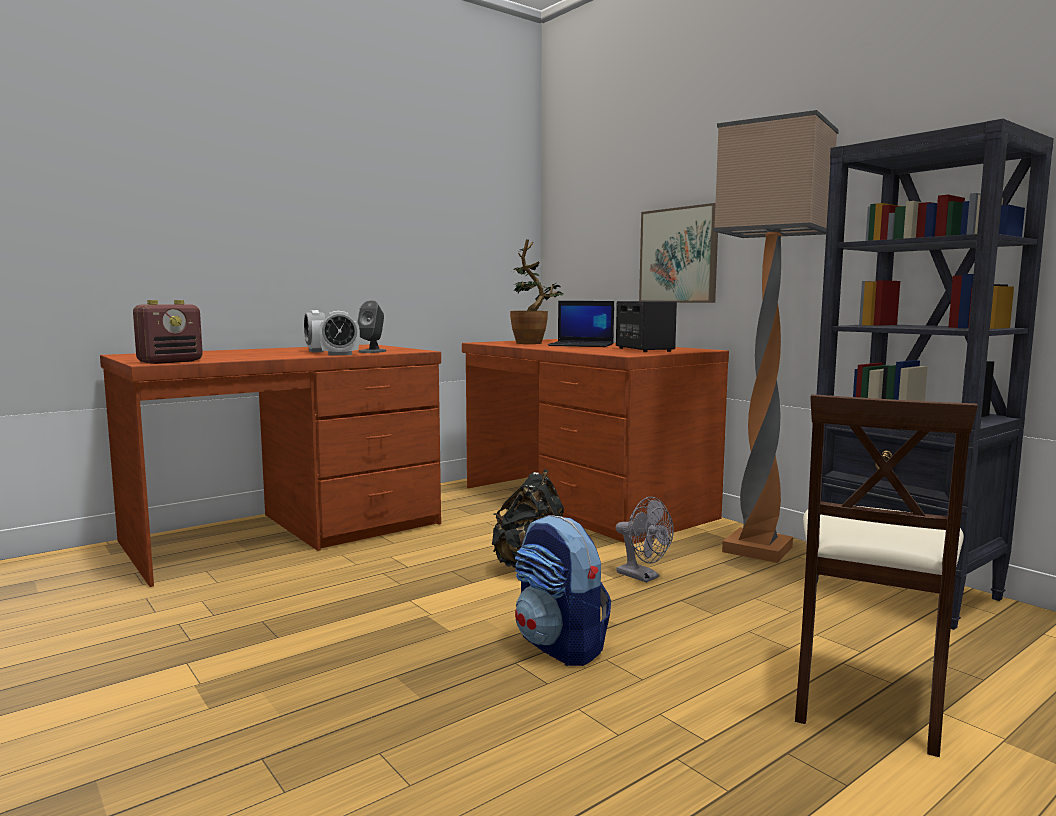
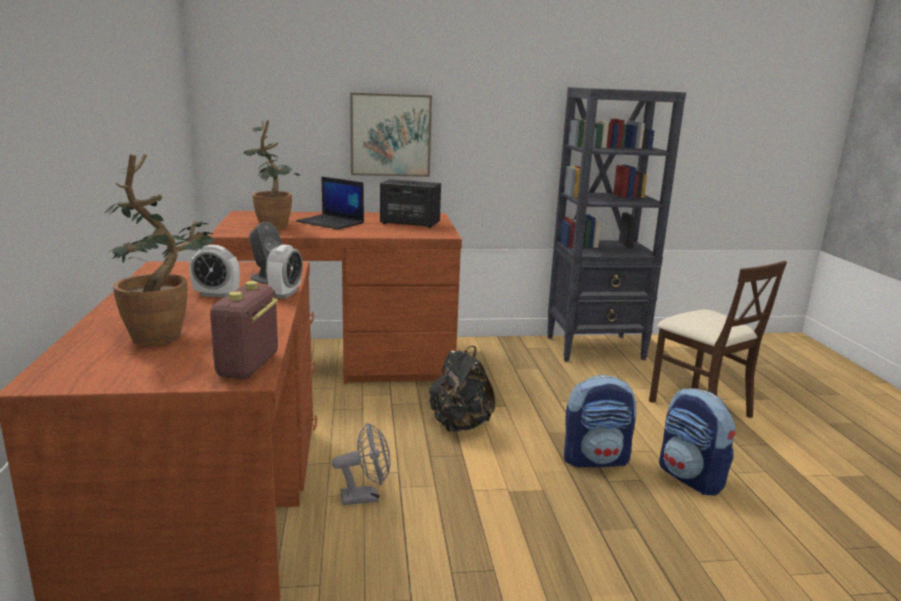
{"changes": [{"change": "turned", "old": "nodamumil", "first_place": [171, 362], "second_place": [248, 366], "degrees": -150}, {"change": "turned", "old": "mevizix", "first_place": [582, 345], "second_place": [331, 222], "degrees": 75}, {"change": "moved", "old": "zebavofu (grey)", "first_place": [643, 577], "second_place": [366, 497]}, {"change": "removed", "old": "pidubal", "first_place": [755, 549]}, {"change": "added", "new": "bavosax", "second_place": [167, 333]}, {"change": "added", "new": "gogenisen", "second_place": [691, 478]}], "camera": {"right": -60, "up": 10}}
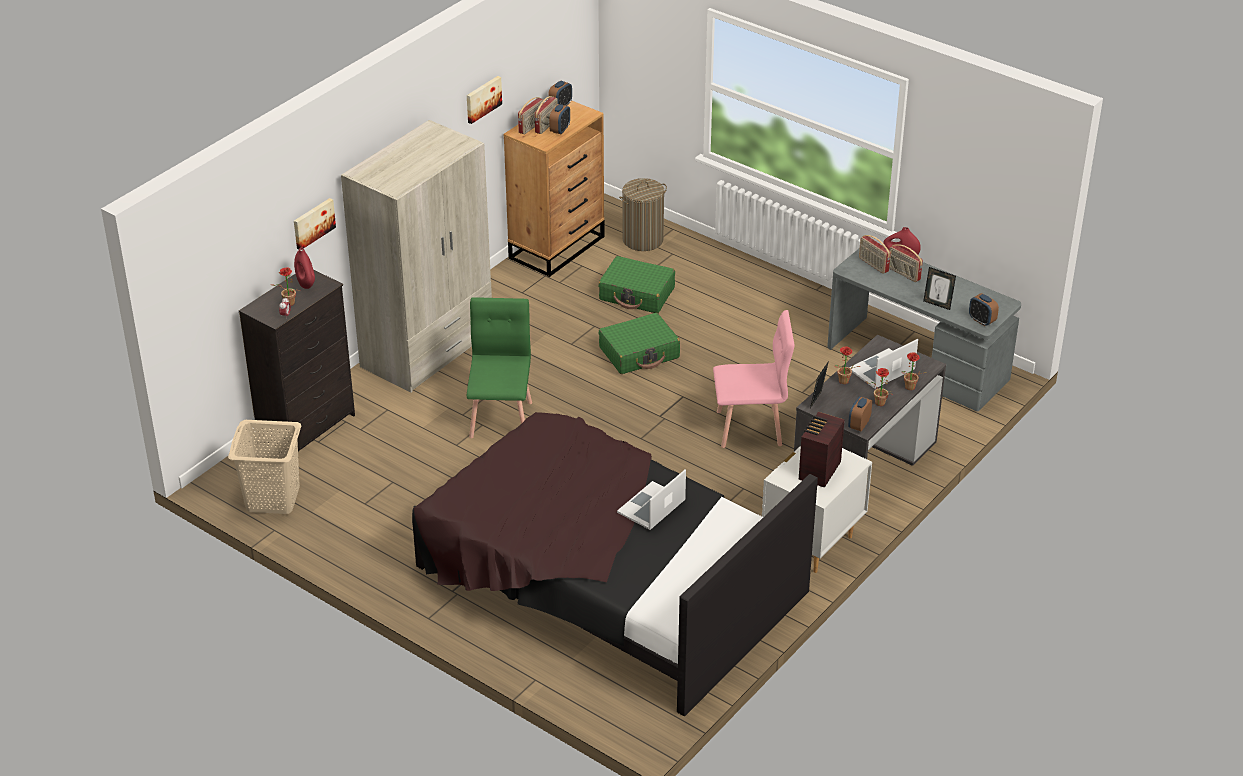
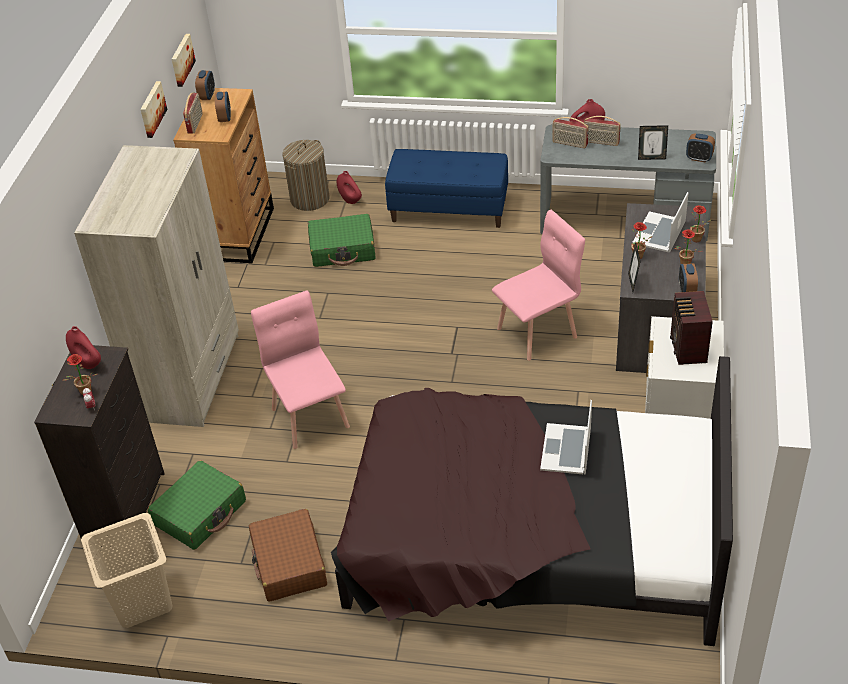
{"changes": [{"change": "moved", "old": "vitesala", "first_place": [313, 223], "second_place": [181, 60]}, {"change": "recoloured", "old": "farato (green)", "new": "farato (pink)", "first_place": [501, 419], "second_place": [310, 417]}, {"change": "removed", "old": "nodamumil", "first_place": [546, 126]}, {"change": "moved", "old": "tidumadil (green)", "first_place": [639, 353], "second_place": [200, 513]}, {"change": "added", "new": "tidumadil (brown)", "second_place": [289, 563]}, {"change": "added", "new": "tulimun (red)", "second_place": [350, 200]}, {"change": "added", "new": "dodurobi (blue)", "second_place": [449, 209]}], "camera": {"right": -25, "up": 5}}
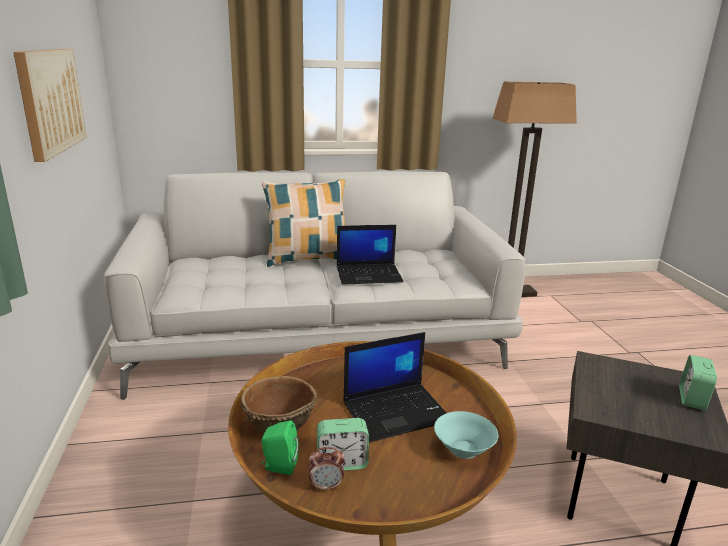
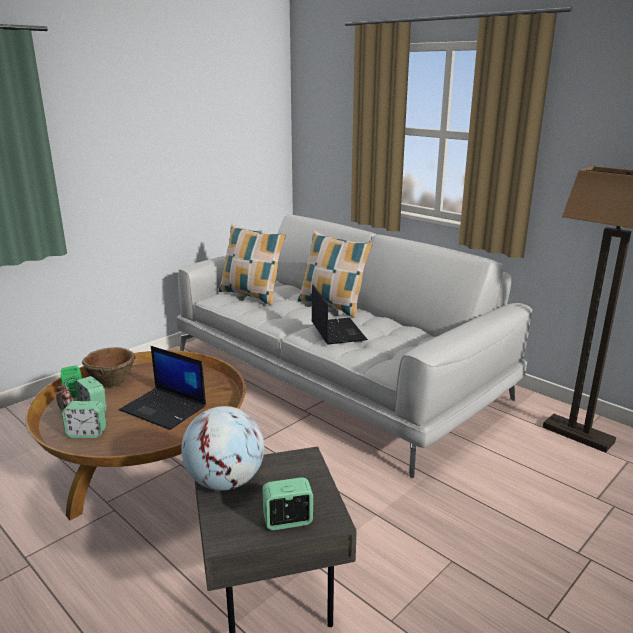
{"changes": [{"change": "removed", "old": "vitesala", "first_place": [50, 100]}, {"change": "turned", "old": "mevizix", "first_place": [369, 274], "second_place": [337, 331], "degrees": -150}, {"change": "removed", "old": "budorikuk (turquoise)", "first_place": [464, 449]}, {"change": "added", "new": "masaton", "second_place": [87, 433]}, {"change": "added", "new": "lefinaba", "second_place": [225, 481]}, {"change": "added", "new": "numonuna", "second_place": [252, 295]}], "camera": {"right": 55, "up": 0}}
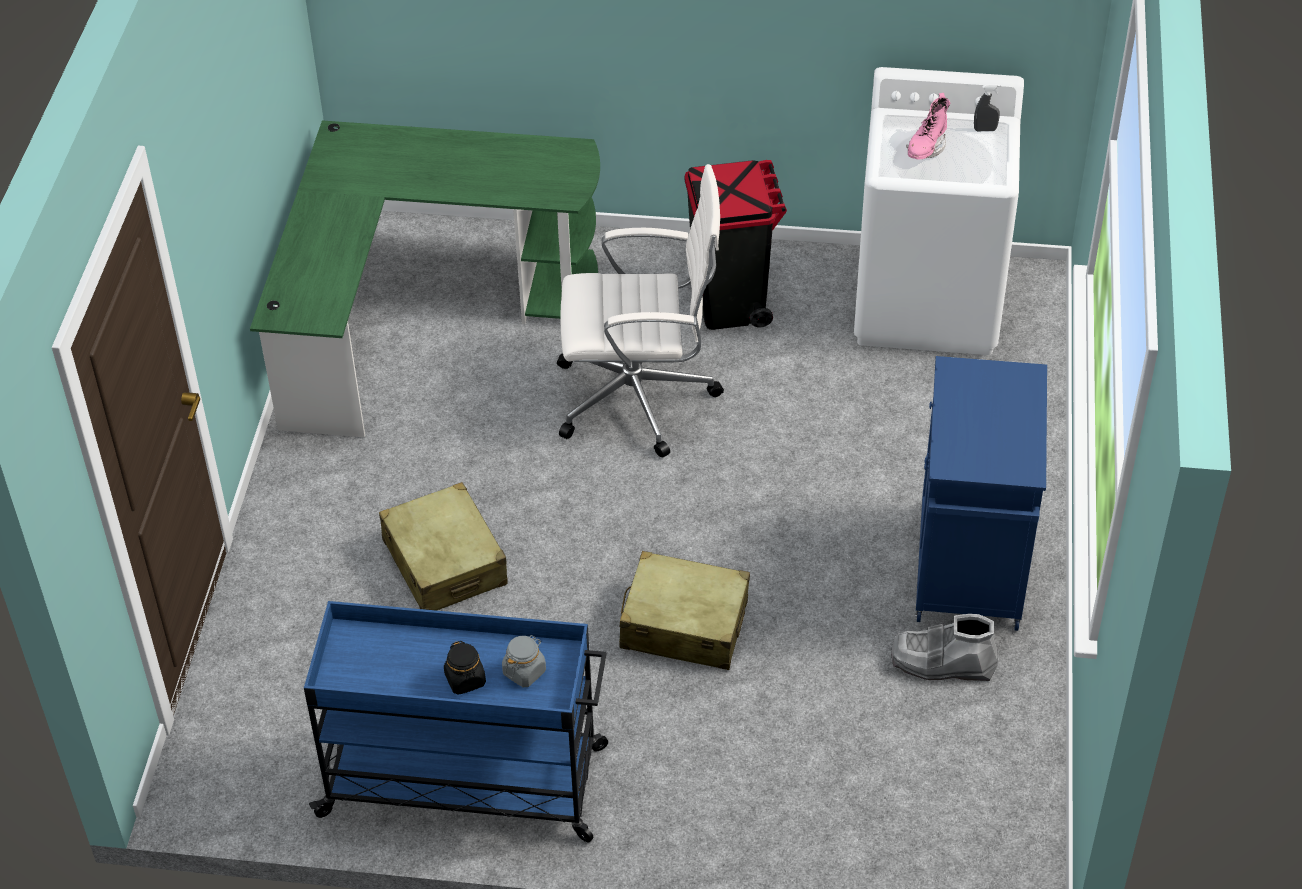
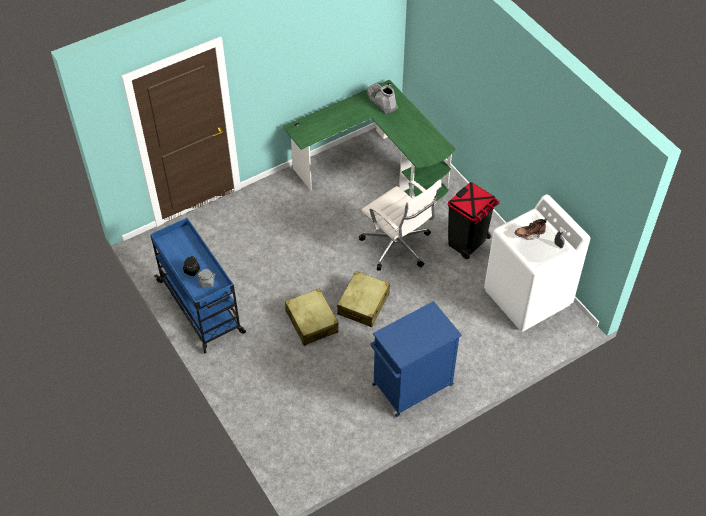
{"changes": [{"change": "moved", "old": "tidumadil (beige)", "first_place": [445, 562], "second_place": [363, 304]}, {"change": "moved", "old": "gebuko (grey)", "first_place": [942, 663], "second_place": [381, 101]}, {"change": "recoloured", "old": "gebuko (pink)", "new": "gebuko (brown)", "first_place": [926, 148], "second_place": [529, 234]}], "camera": {"right": 50, "up": 5}}
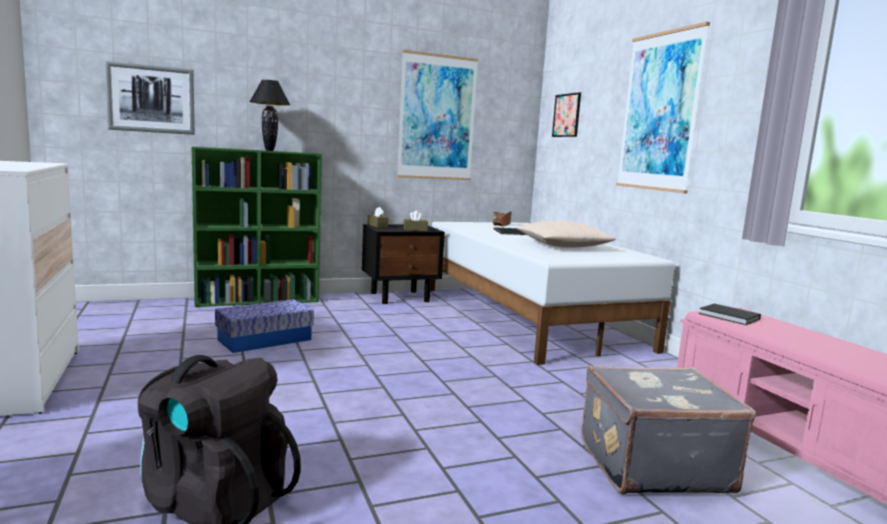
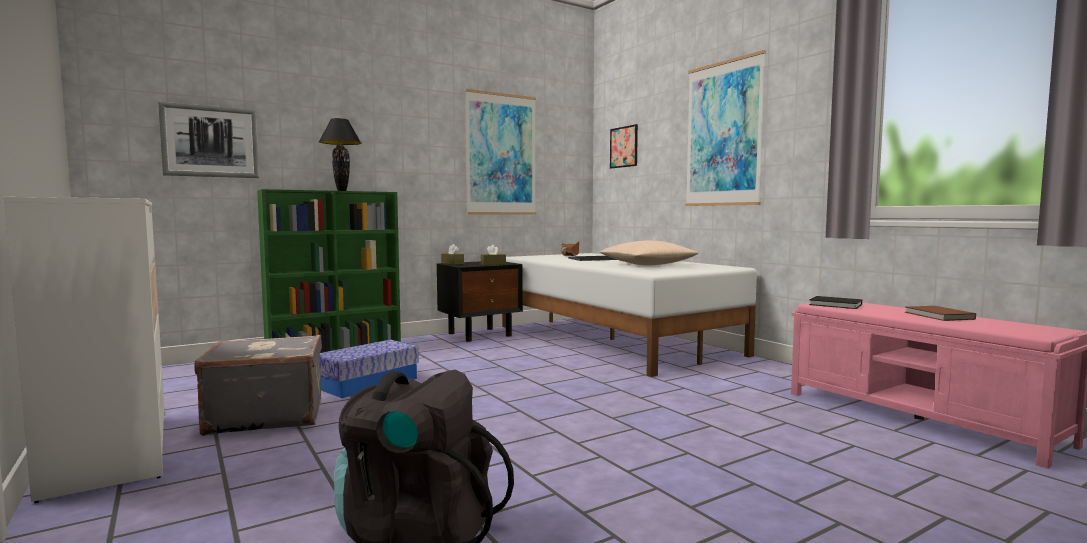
{"changes": [{"change": "moved", "old": "tidumadil (grey)", "first_place": [651, 464], "second_place": [266, 416]}, {"change": "added", "new": "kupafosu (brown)", "second_place": [939, 316]}], "camera": {"right": -10, "up": -5}}
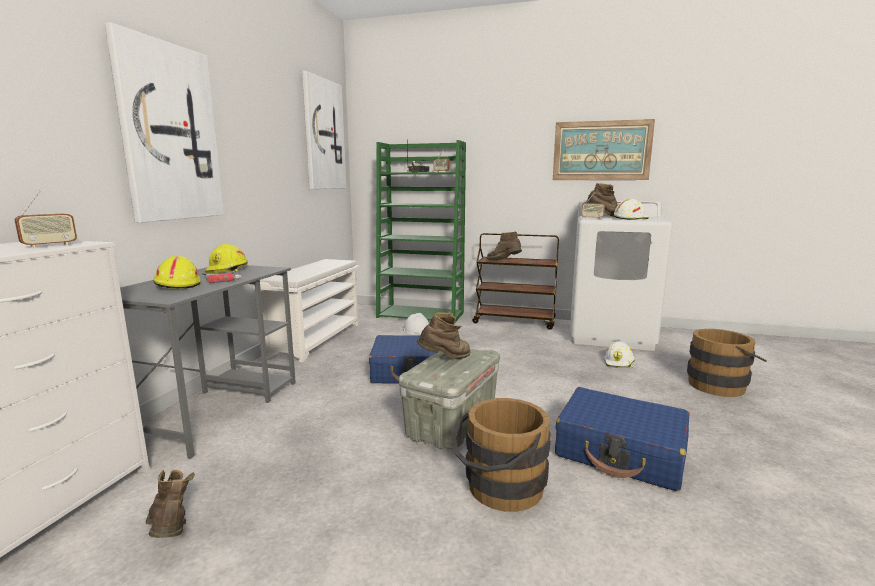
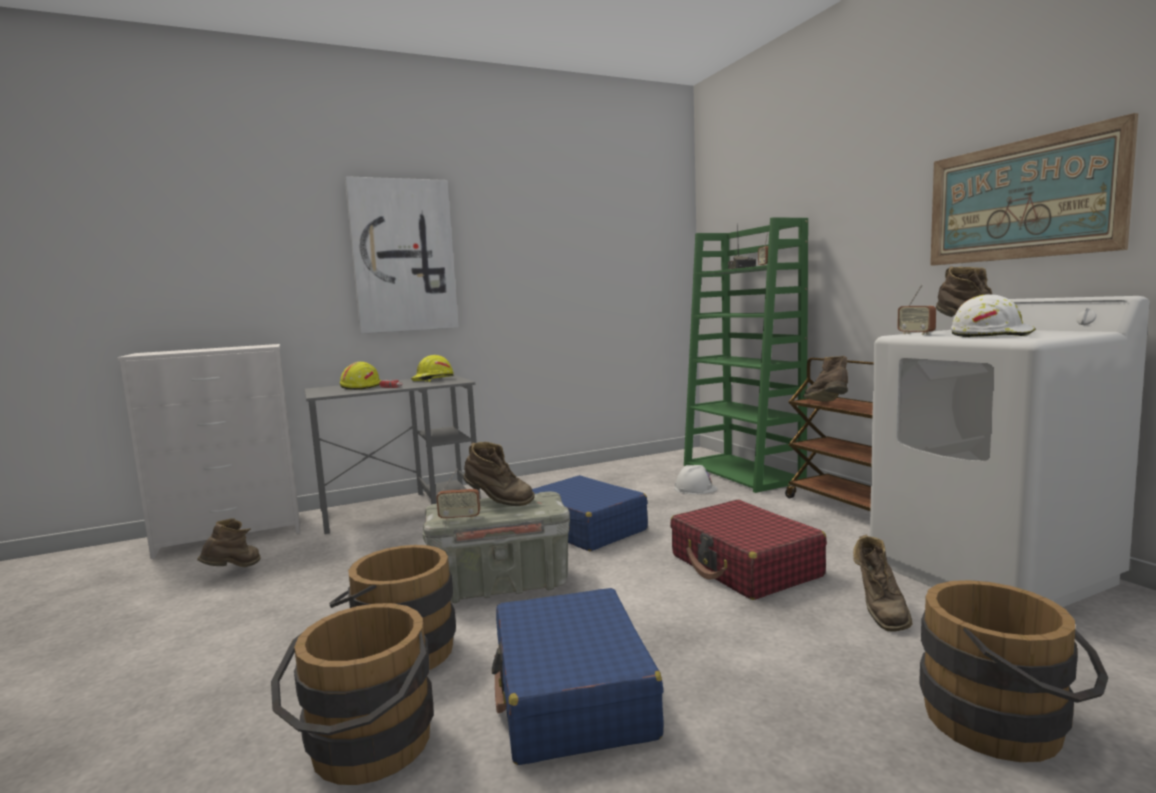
{"changes": [{"change": "moved", "old": "nodamumil", "first_place": [50, 246], "second_place": [459, 518]}, {"change": "removed", "old": "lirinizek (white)", "first_place": [316, 339]}, {"change": "removed", "old": "vitesala", "first_place": [323, 135]}, {"change": "replaced", "old": "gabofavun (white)", "new": "gebuko (brown)", "first_place": [619, 363], "second_place": [880, 612]}, {"change": "added", "new": "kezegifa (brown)", "second_place": [366, 751]}, {"change": "added", "new": "tidumadil (red)", "second_place": [745, 566]}], "camera": {"right": 50, "up": -5}}
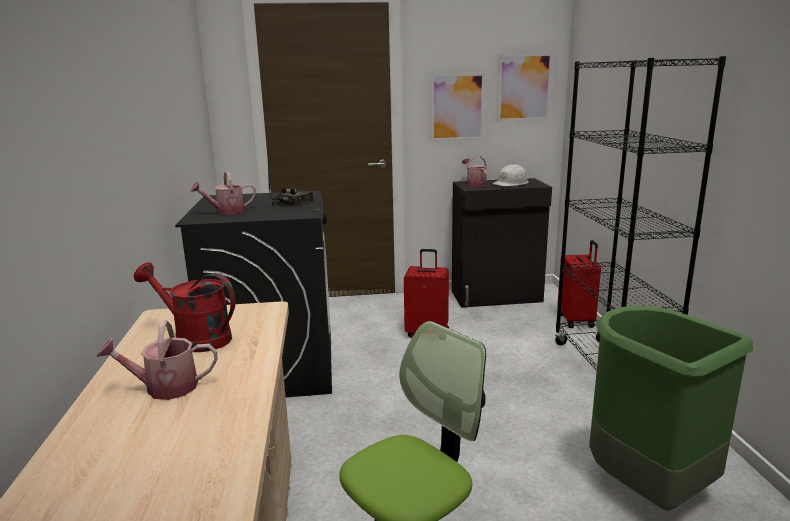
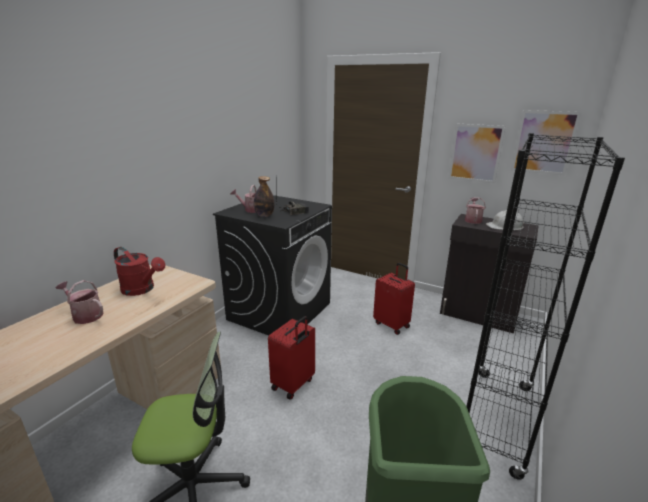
{"changes": [{"change": "turned", "old": "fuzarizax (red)", "first_place": [195, 338], "second_place": [142, 289], "degrees": 150}, {"change": "moved", "old": "tidumadil (red)", "first_place": [577, 320], "second_place": [293, 384]}, {"change": "added", "new": "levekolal", "second_place": [264, 215]}], "camera": {"right": 35, "up": 5}}
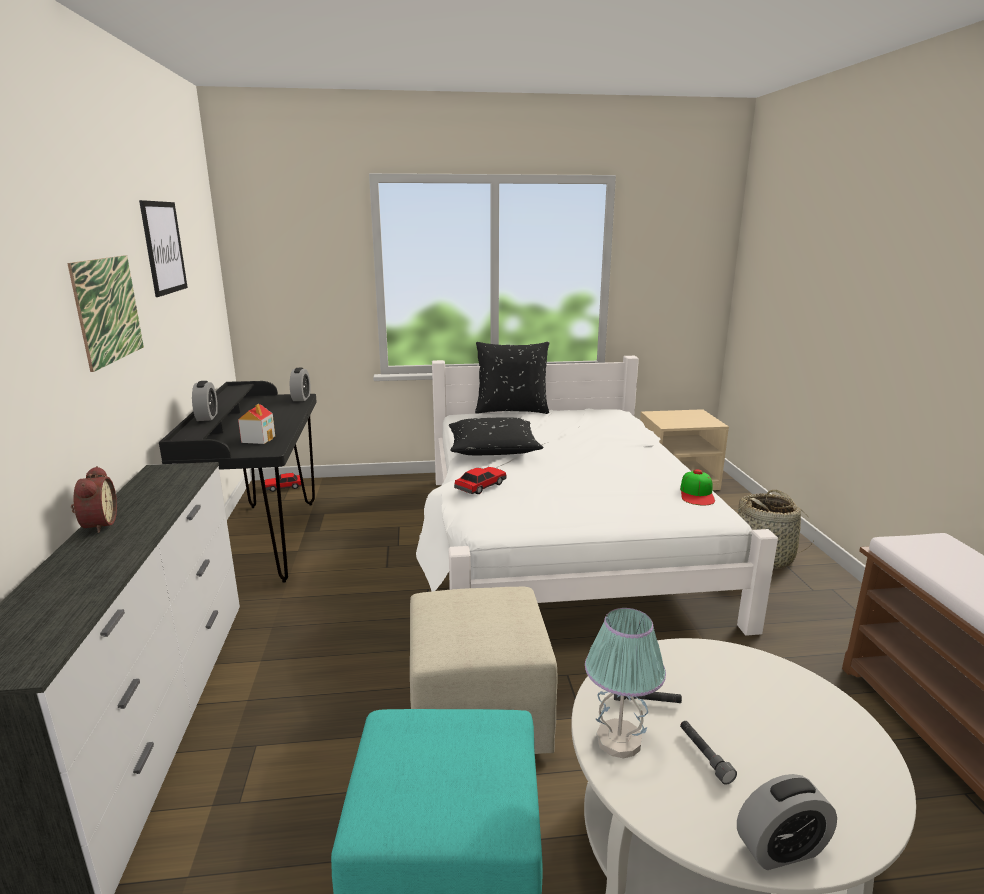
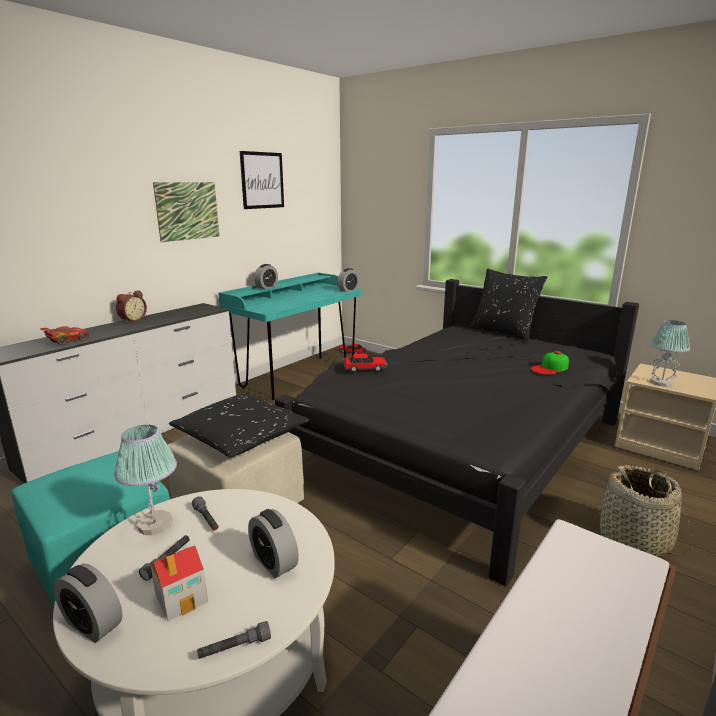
{"changes": [{"change": "recoloured", "old": "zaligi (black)", "new": "zaligi (turquoise)", "first_place": [265, 540], "second_place": [298, 376]}, {"change": "moved", "old": "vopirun", "first_place": [258, 439], "second_place": [182, 597]}, {"change": "recoloured", "old": "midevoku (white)", "new": "midevoku (black)", "first_place": [560, 542], "second_place": [461, 446]}, {"change": "moved", "old": "numonuna (black)", "first_place": [493, 448], "second_place": [240, 436]}, {"change": "moved", "old": "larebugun", "first_place": [697, 493], "second_place": [550, 368]}, {"change": "added", "new": "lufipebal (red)", "second_place": [67, 341]}, {"change": "added", "new": "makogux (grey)", "second_place": [235, 648]}, {"change": "added", "new": "masaton", "second_place": [274, 562]}, {"change": "added", "new": "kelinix", "second_place": [661, 383]}], "camera": {"right": 45, "up": 0}}
